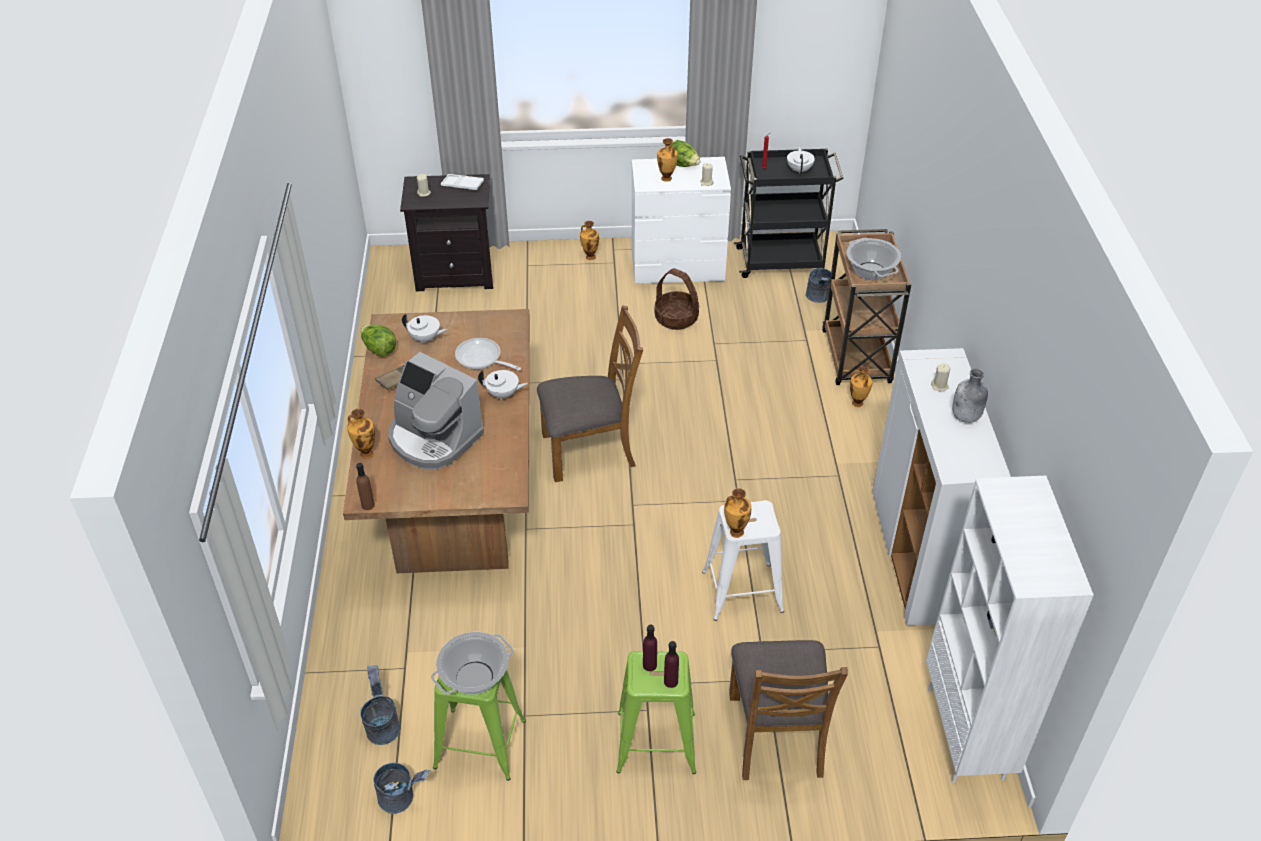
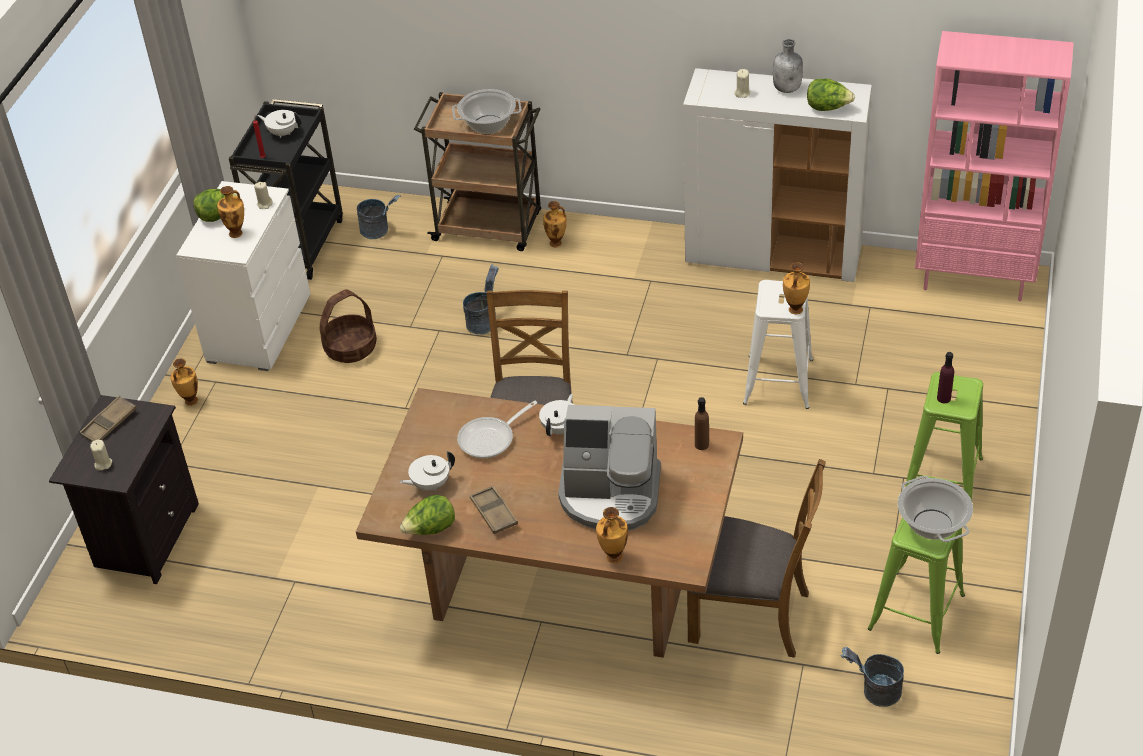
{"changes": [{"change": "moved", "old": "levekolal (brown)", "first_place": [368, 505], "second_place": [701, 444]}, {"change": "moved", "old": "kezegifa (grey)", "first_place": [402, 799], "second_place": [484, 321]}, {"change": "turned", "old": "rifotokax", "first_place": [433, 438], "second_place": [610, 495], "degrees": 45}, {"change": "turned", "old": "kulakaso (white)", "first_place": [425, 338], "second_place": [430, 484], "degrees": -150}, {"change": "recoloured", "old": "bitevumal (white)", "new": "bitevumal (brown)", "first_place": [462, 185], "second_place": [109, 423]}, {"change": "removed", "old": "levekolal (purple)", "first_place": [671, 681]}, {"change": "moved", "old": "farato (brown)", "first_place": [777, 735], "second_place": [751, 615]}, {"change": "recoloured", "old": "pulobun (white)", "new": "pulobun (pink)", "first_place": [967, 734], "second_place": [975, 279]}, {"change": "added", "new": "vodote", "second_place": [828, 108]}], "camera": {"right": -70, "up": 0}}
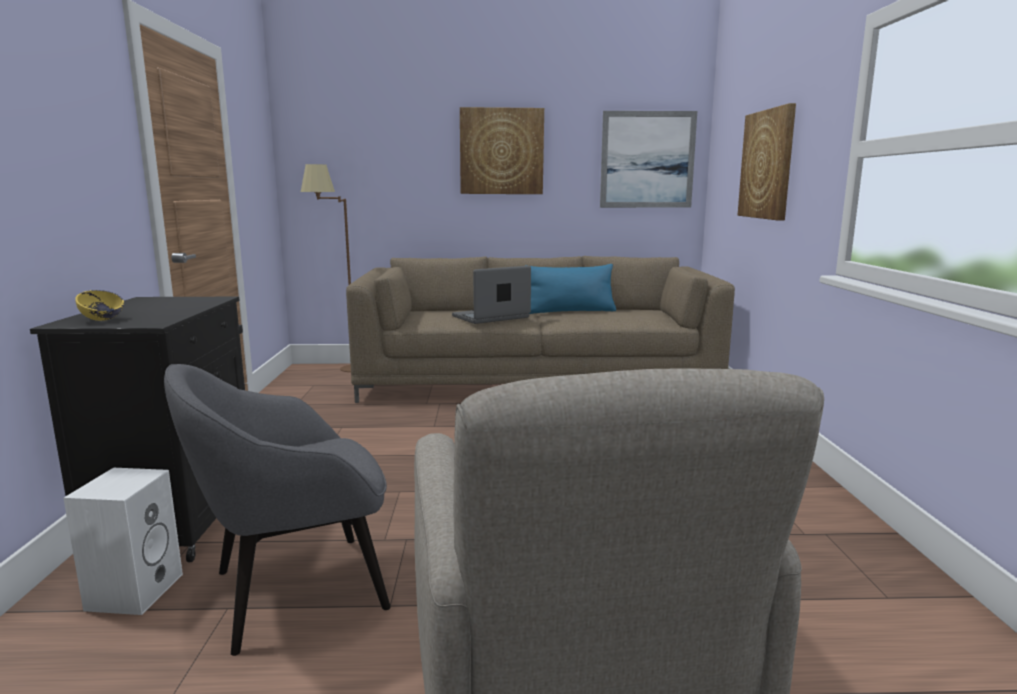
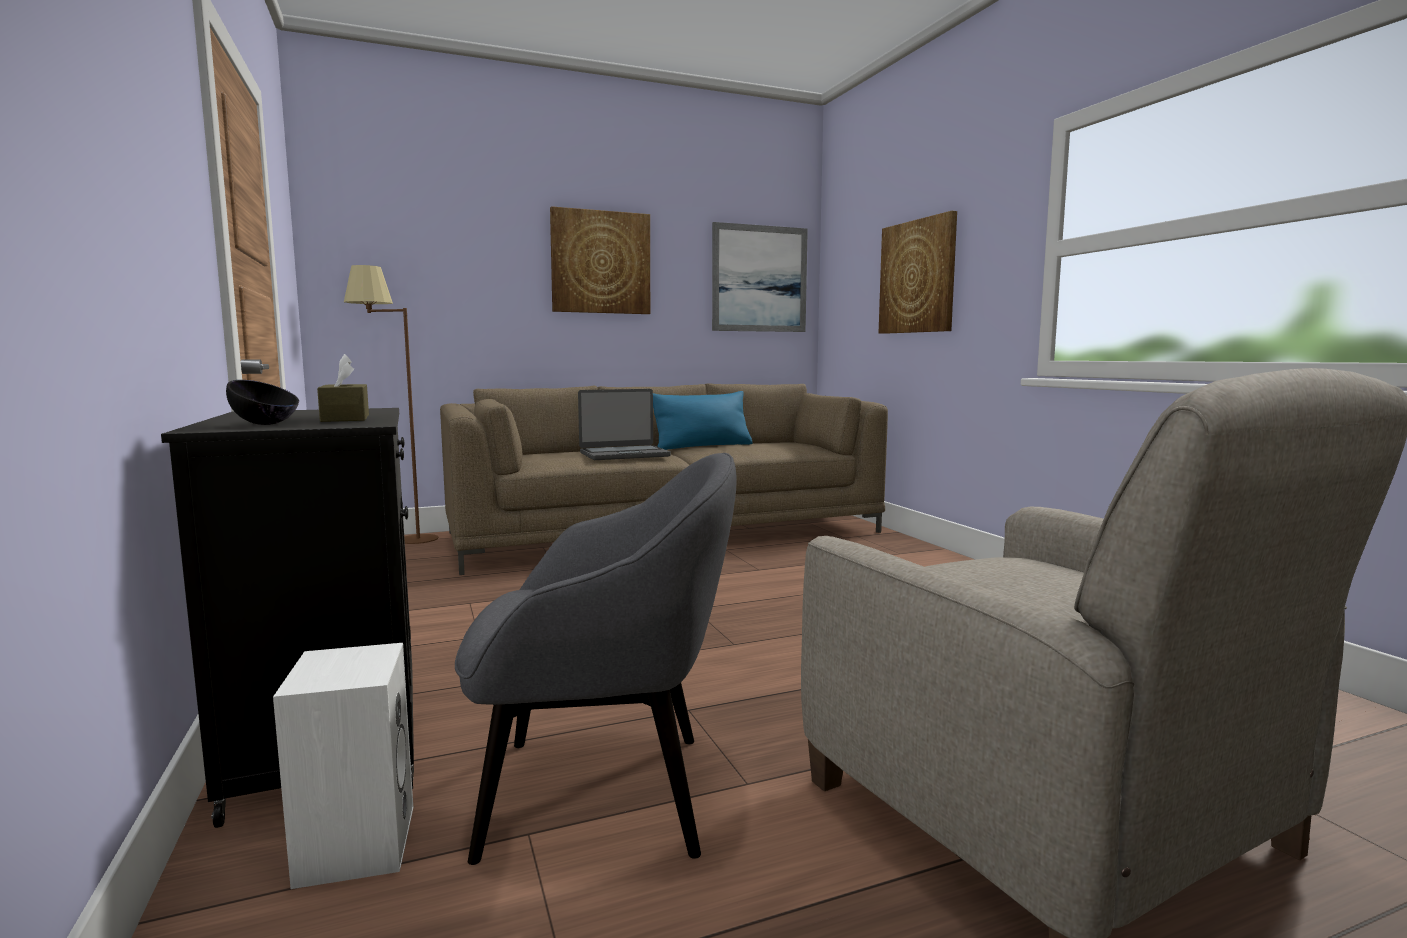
{"changes": [{"change": "recoloured", "old": "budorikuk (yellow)", "new": "budorikuk (black)", "first_place": [102, 320], "second_place": [265, 424]}, {"change": "turned", "old": "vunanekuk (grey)", "first_place": [295, 591], "second_place": [604, 793], "degrees": -135}, {"change": "turned", "old": "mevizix", "first_place": [491, 317], "second_place": [624, 454], "degrees": -150}, {"change": "added", "new": "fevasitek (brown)", "second_place": [345, 418]}], "camera": {"right": -20, "up": -5}}
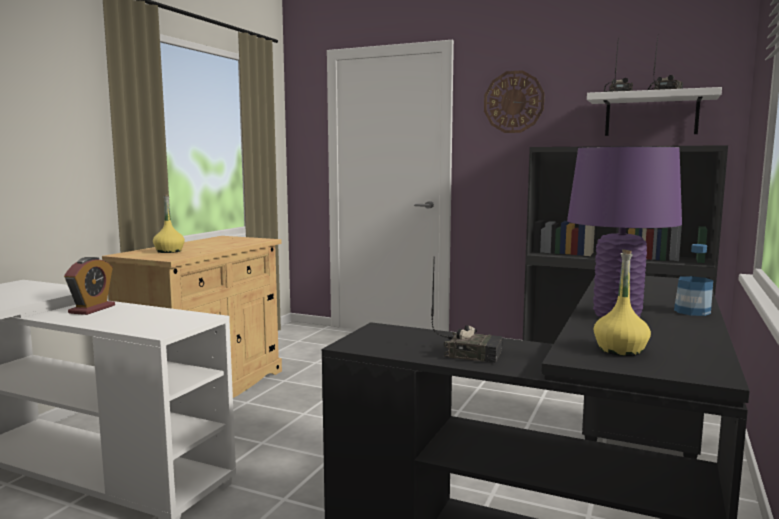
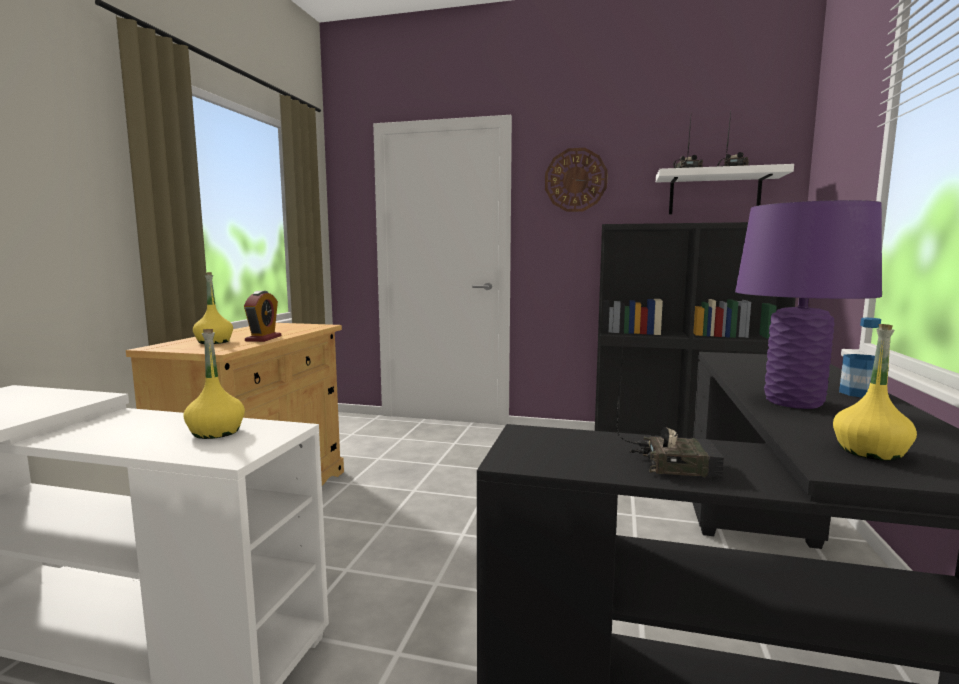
{"changes": [{"change": "moved", "old": "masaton", "first_place": [92, 309], "second_place": [263, 338]}, {"change": "added", "new": "levekolal (yellow)", "second_place": [216, 432]}], "camera": {"right": -10, "up": 0}}
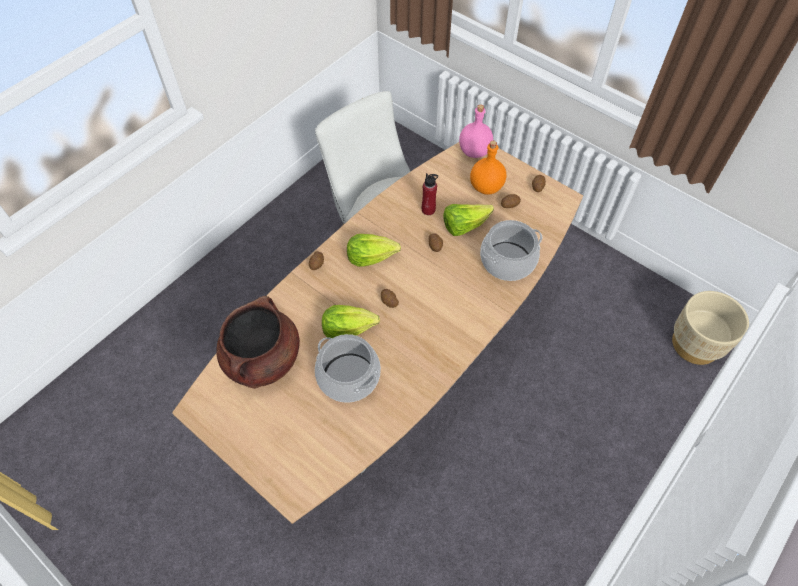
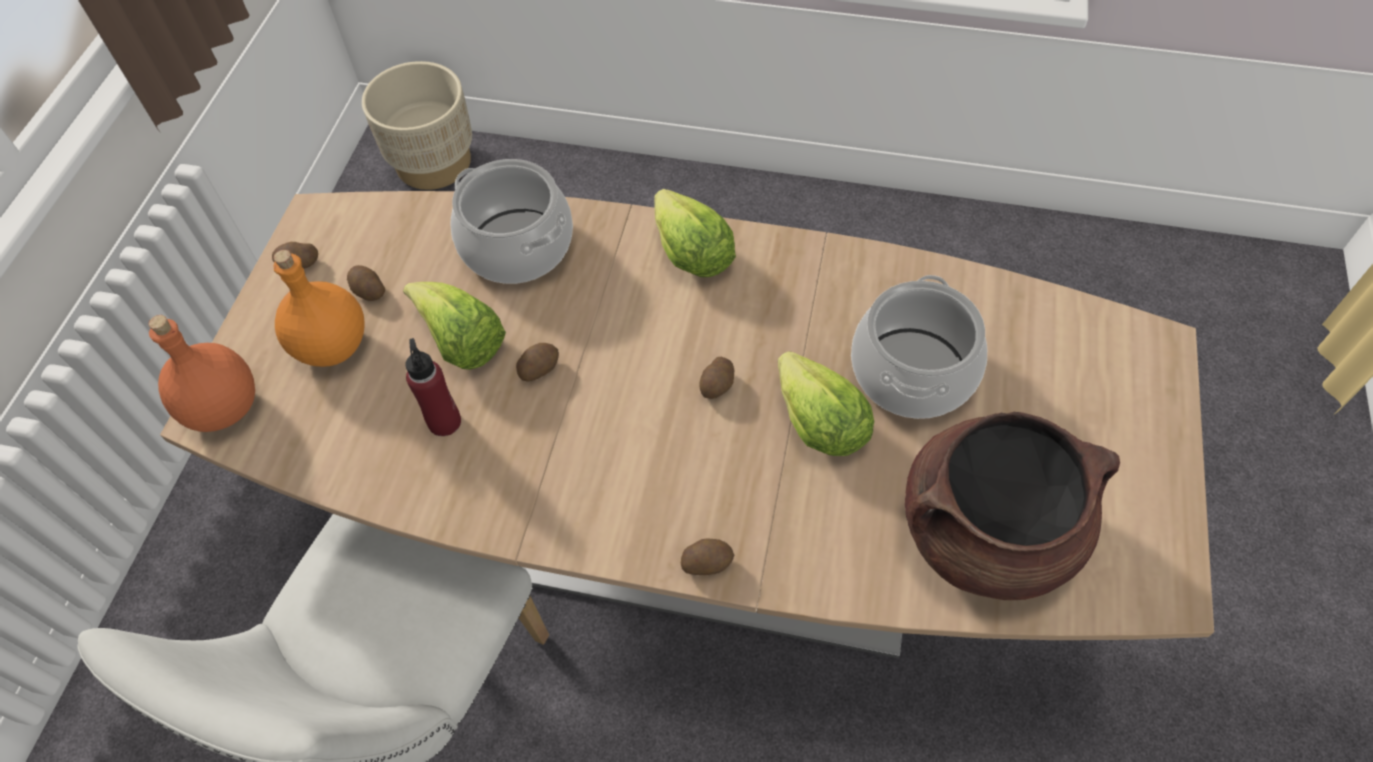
{"changes": [{"change": "moved", "old": "vodote", "first_place": [371, 257], "second_place": [691, 253]}, {"change": "recoloured", "old": "levekolal (pink)", "new": "levekolal (orange)", "first_place": [474, 152], "second_place": [225, 408]}], "camera": {"right": -115, "up": 0}}
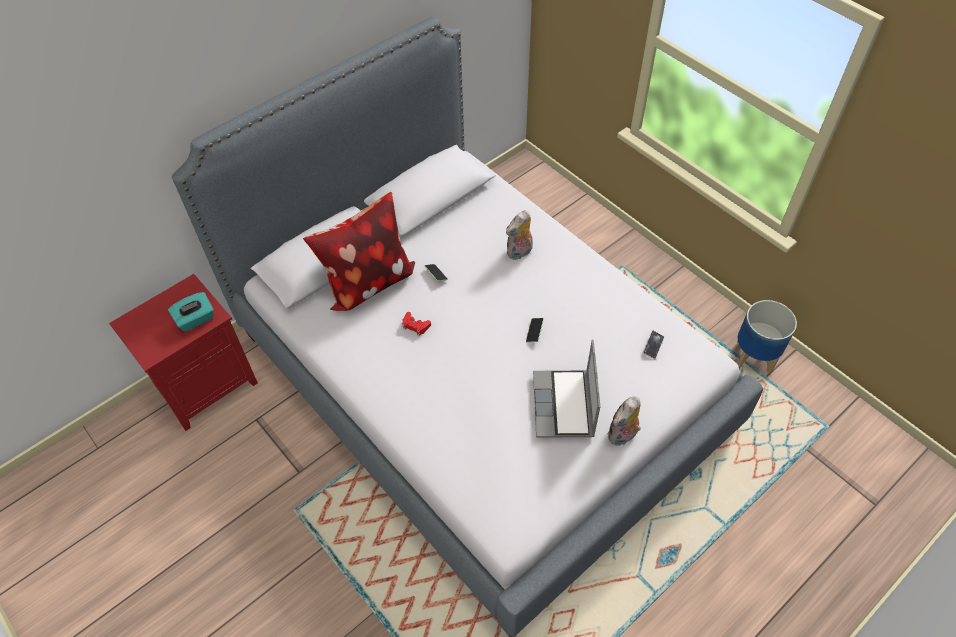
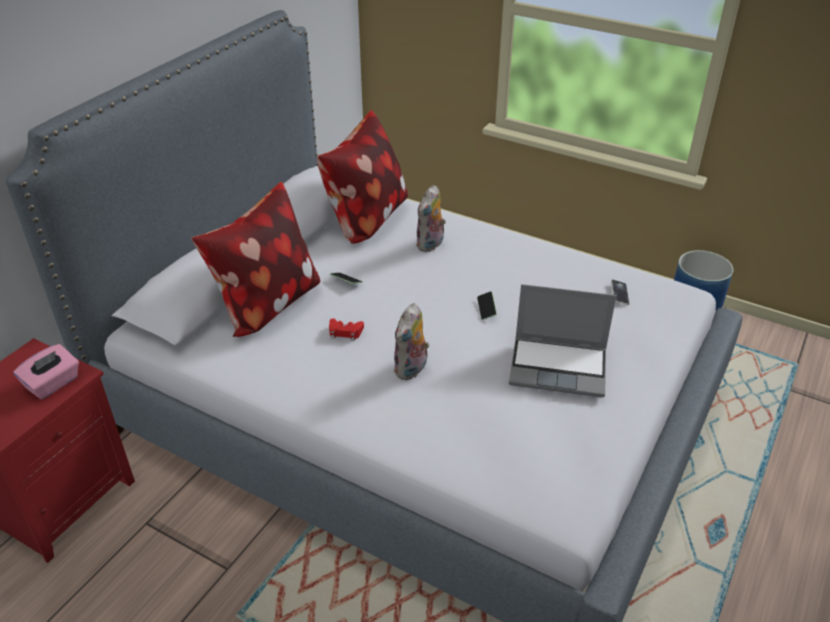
{"changes": [{"change": "recoloured", "old": "fevasitek (turquoise)", "new": "fevasitek (pink)", "first_place": [196, 319], "second_place": [53, 384]}, {"change": "turned", "old": "mevizix", "first_place": [564, 406], "second_place": [559, 367], "degrees": -60}, {"change": "moved", "old": "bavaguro", "first_place": [622, 436], "second_place": [412, 370]}, {"change": "added", "new": "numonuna", "second_place": [365, 219]}], "camera": {"right": -20, "up": -15}}
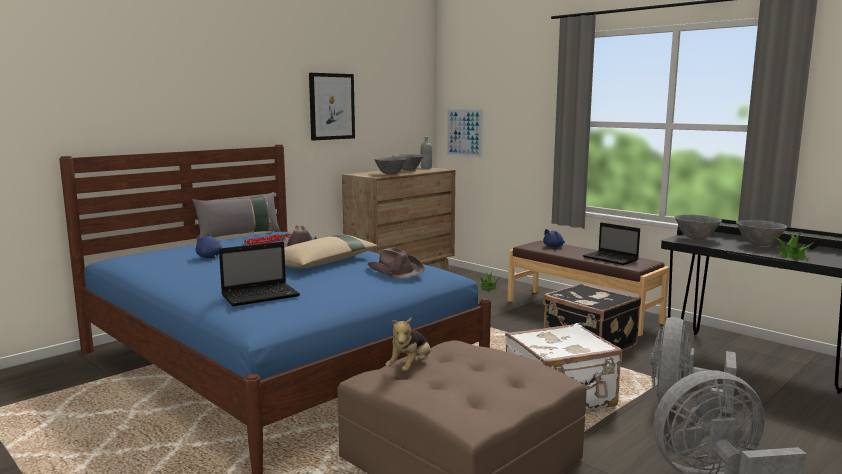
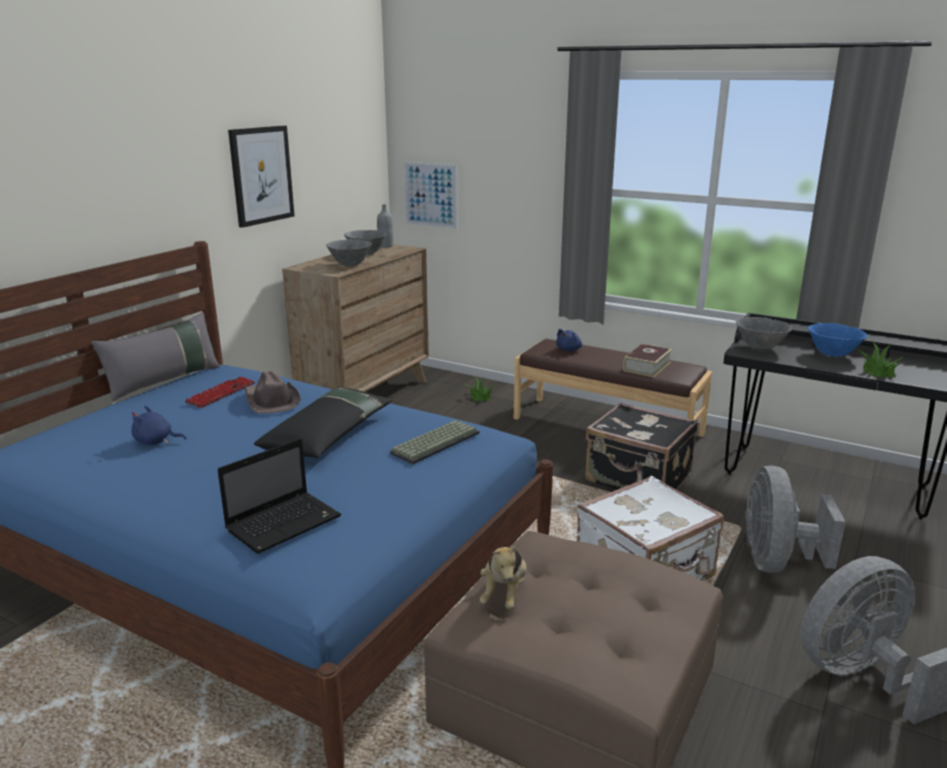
{"changes": [{"change": "recoloured", "old": "numonuna (beige)", "new": "numonuna (black)", "first_place": [325, 262], "second_place": [329, 434]}, {"change": "replaced", "old": "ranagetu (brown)", "new": "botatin", "first_place": [395, 271], "second_place": [435, 442]}, {"change": "replaced", "old": "mevizix", "new": "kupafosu", "first_place": [611, 259], "second_place": [647, 366]}, {"change": "recoloured", "old": "budorikuk (grey)", "new": "budorikuk (blue)", "first_place": [758, 245], "second_place": [832, 355]}], "camera": {"right": -15, "up": 10}}
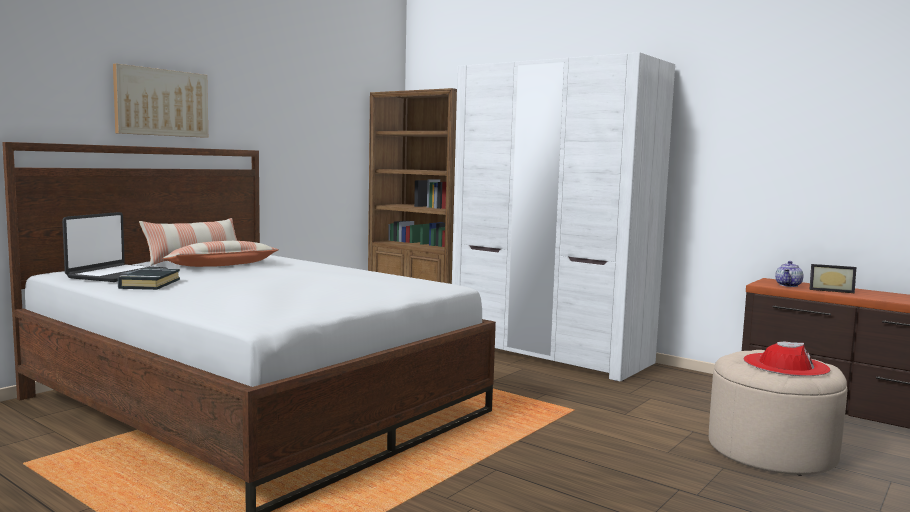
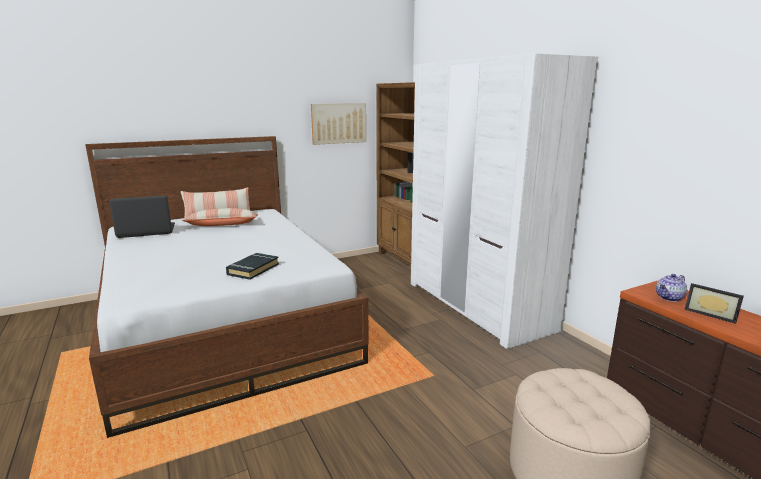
{"changes": [{"change": "turned", "old": "mevizix", "first_place": [117, 274], "second_place": [147, 231], "degrees": -150}, {"change": "moved", "old": "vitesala", "first_place": [161, 102], "second_place": [338, 123]}, {"change": "moved", "old": "kupafosu (black)", "first_place": [149, 284], "second_place": [253, 269]}, {"change": "removed", "old": "ranagetu (red)", "first_place": [785, 365]}], "camera": {"right": 25, "up": 10}}
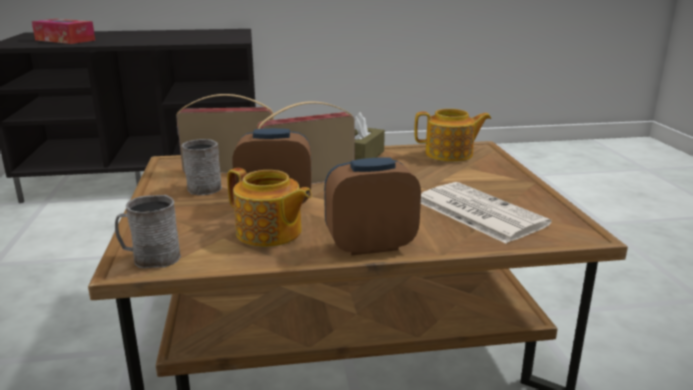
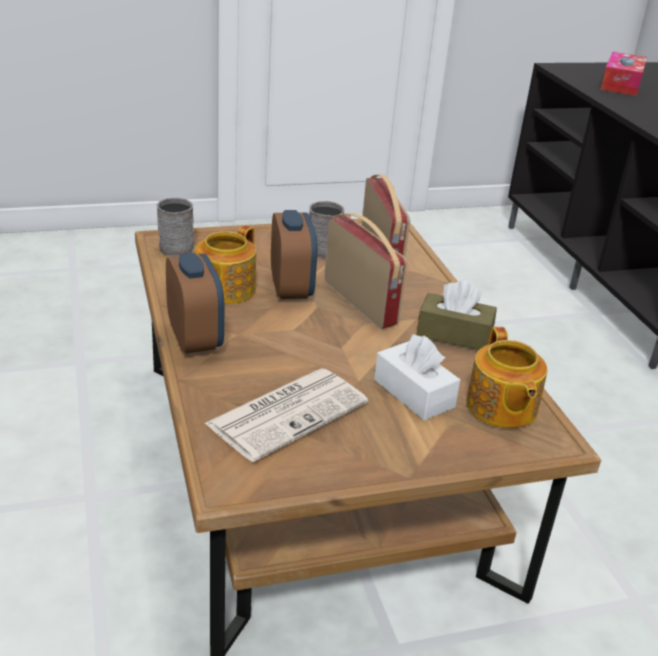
{"changes": [{"change": "added", "new": "fevasitek (white)", "second_place": [414, 393]}], "camera": {"right": 80, "up": 10}}
